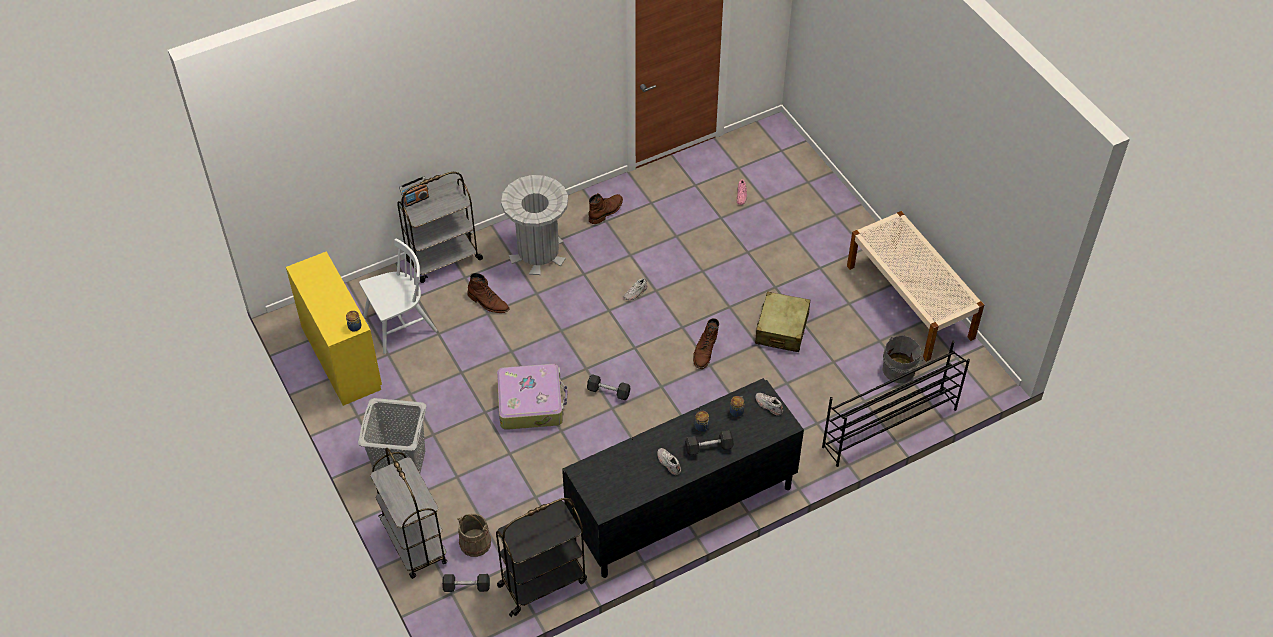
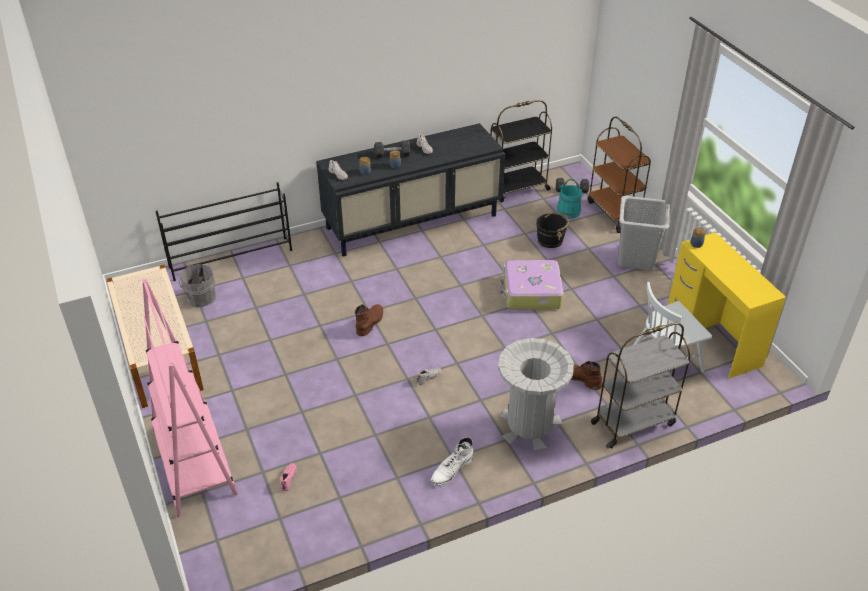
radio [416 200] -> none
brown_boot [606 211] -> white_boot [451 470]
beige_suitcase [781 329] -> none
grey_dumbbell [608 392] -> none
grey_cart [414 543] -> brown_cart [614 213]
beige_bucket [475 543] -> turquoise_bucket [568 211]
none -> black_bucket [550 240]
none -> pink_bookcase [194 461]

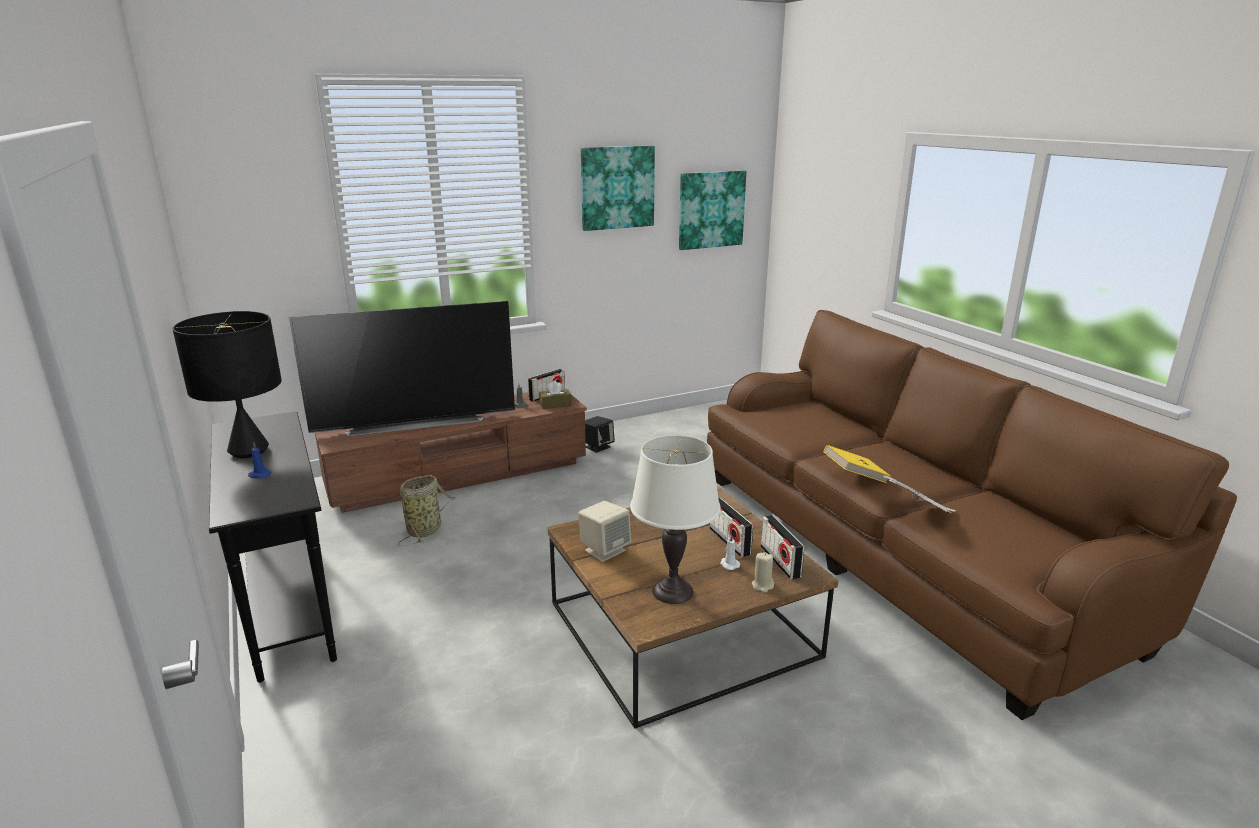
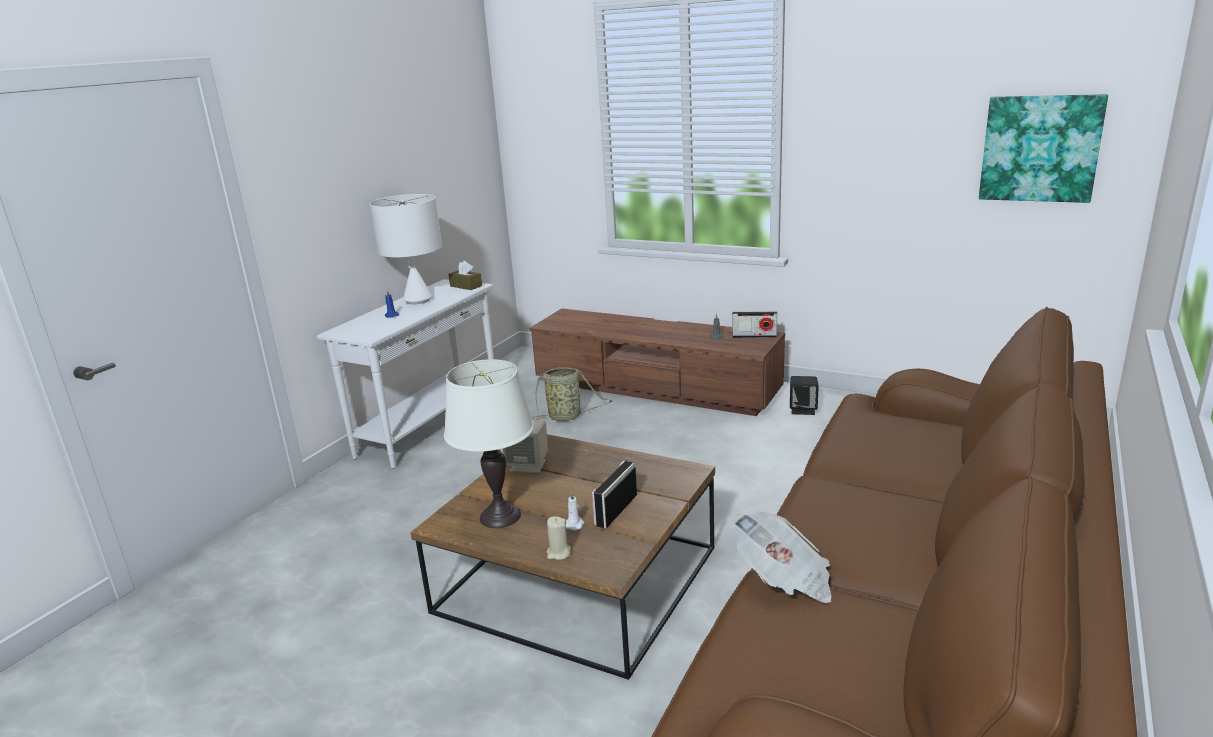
picture [617 187] -> none
television [415 422] -> none
black_table_lamp [249 452] -> white_table_lamp [418 301]
brown_tissue_box [555 404] -> brown_tissue_box [466 286], moved
black_console_table [287 605] -> white_console_table [429 425]
yellow_book [854 476] -> none
radio [780 561] -> none

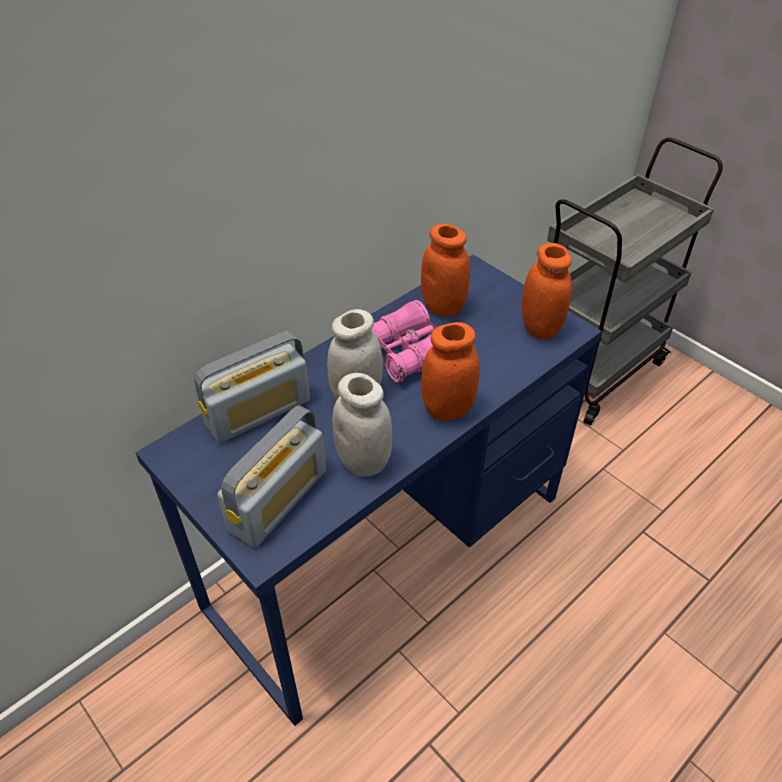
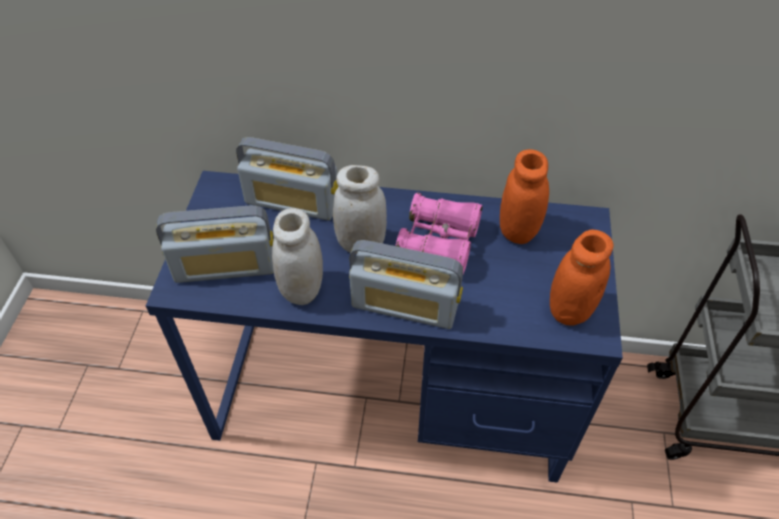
orange_jar [447 409] -> radio [405 306]

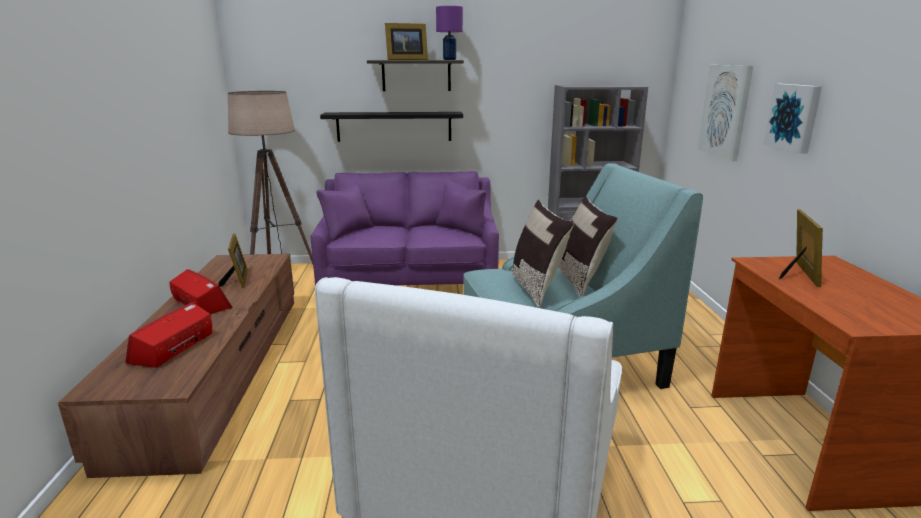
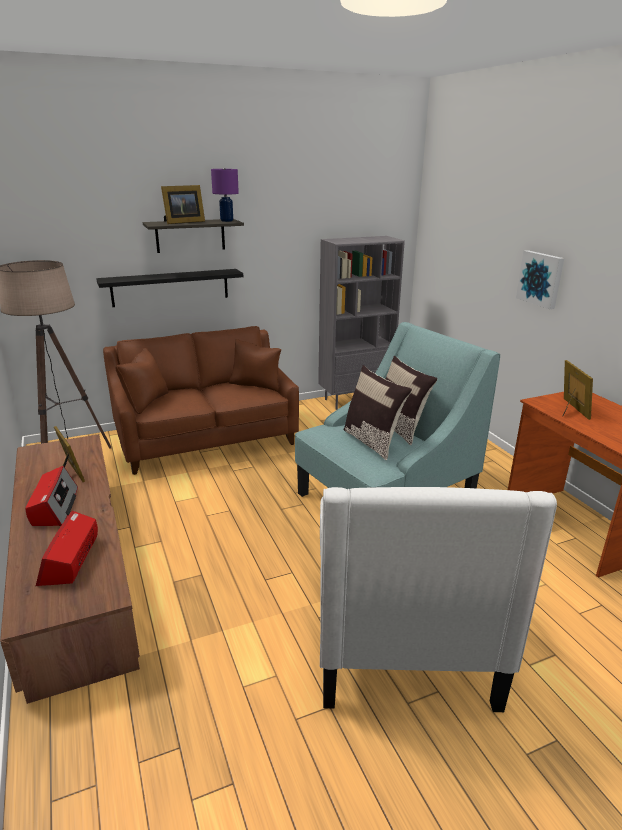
picture [725 111] -> none
purple_sofa [409 280] -> brown_sofa [206 438]
radio [201 304] -> radio [54 507], 60 degrees clockwise

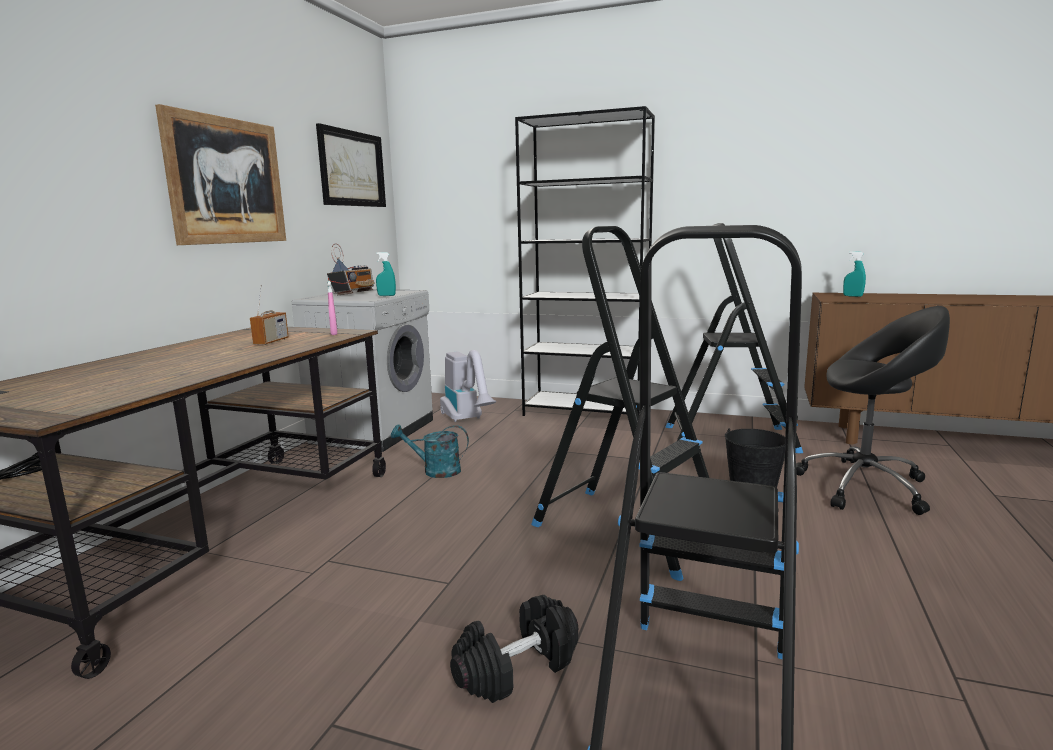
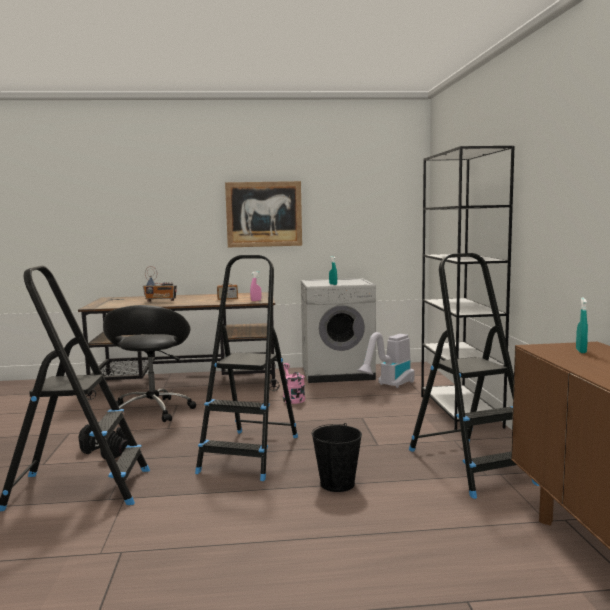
picture [352 169] -> none
radio [353 293] -> radio [161 301], moved
black_office_chair [866 486] -> black_office_chair [151 411], moved
turquoise_watering_can [435 471] -> pink_watering_can [292 398]

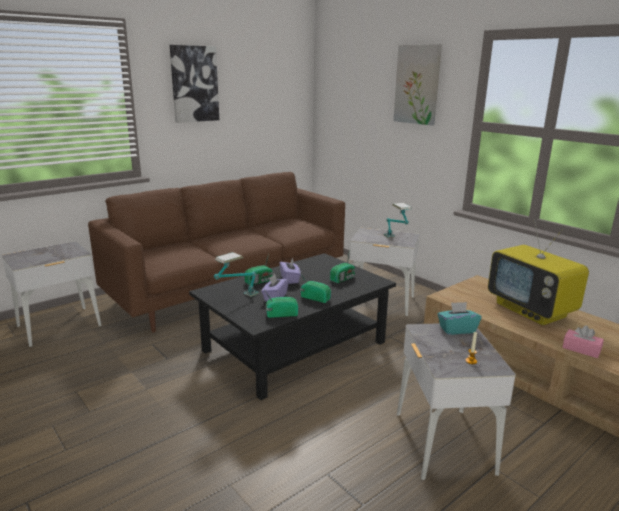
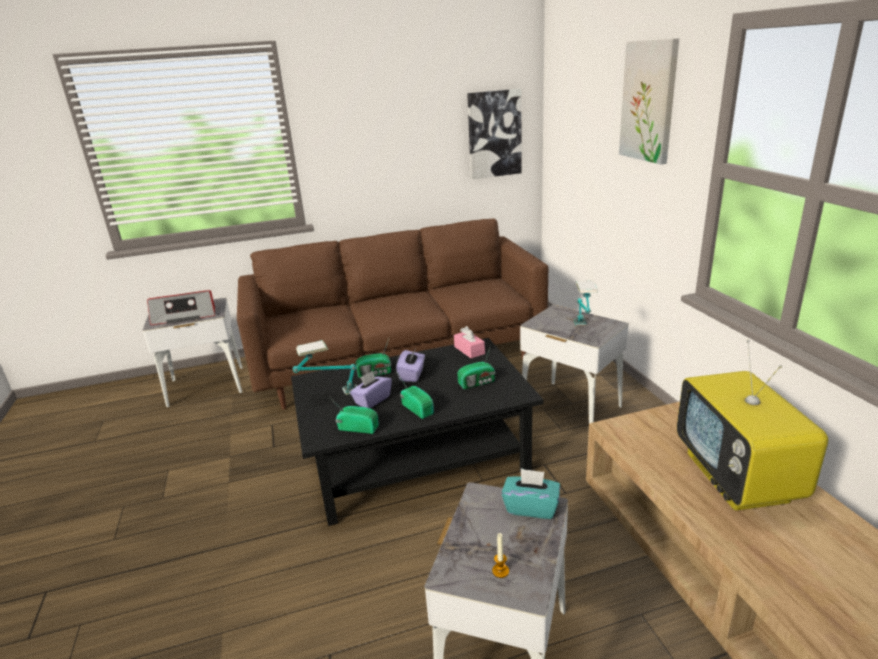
picture [194 84] -> picture [494 134], moved
pink_tissue_box [581 349] -> pink_tissue_box [469 350], moved
none -> radio [185 315]

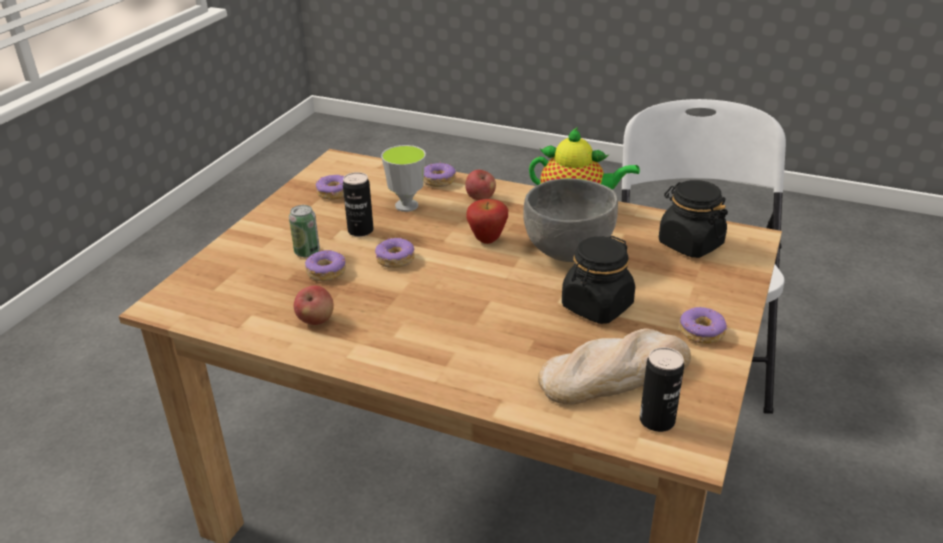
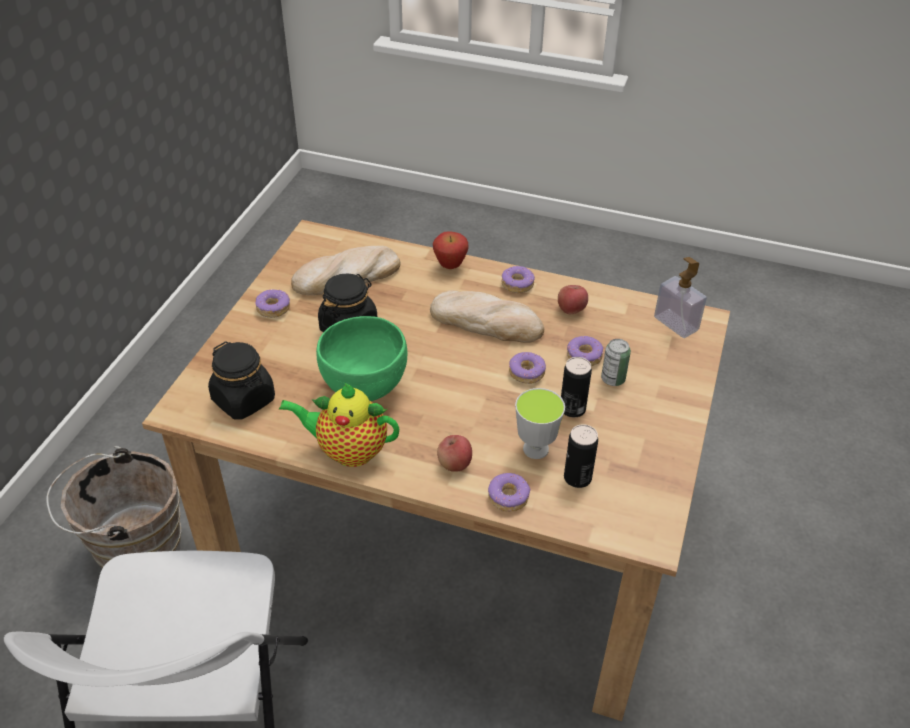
donut [334 193] -> donut [517 284], moved
grey_bowl [568 251] -> green_bowl [364 387]
apple [487 240] -> apple [450 266], moved
can [657 421] -> can [577 478], moved
none -> soap_dispenser [676 323]
none -> bread [486 321]
none -> brown_bucket [133 549]

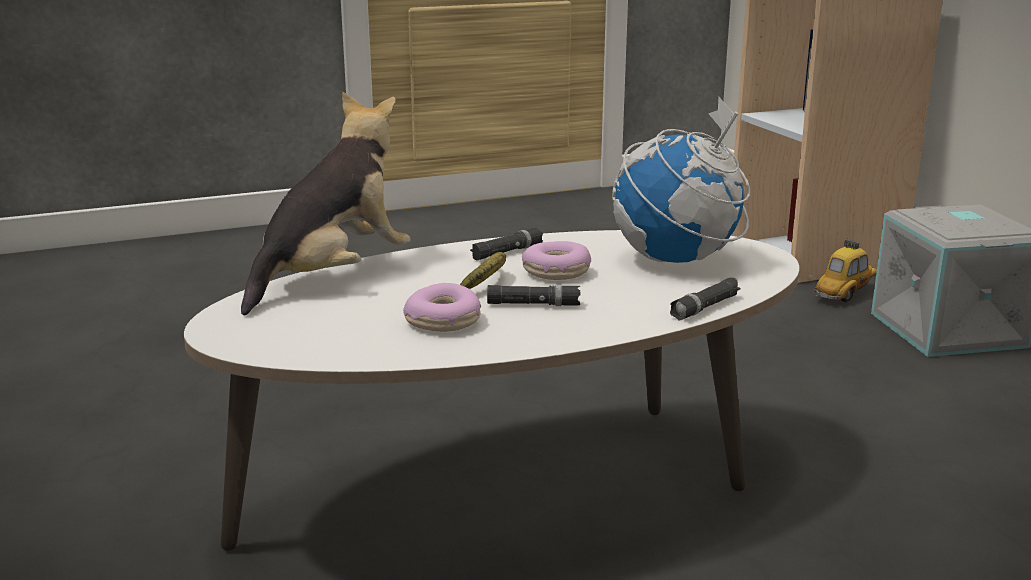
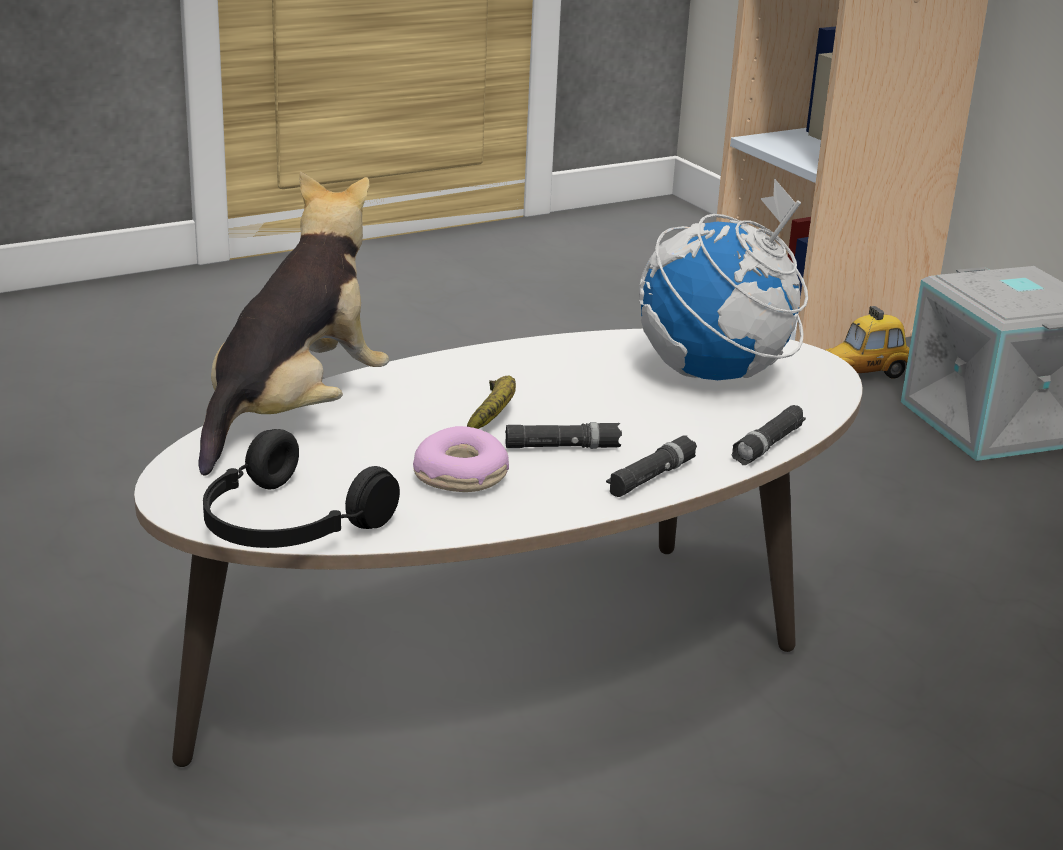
black_flashlight [507 252] -> black_flashlight [651 477], moved
toy_car [845 294] -> toy_car [866 374], 150 degrees counterclockwise
donut [556 272] -> none
none -> black_headphones [286 525]

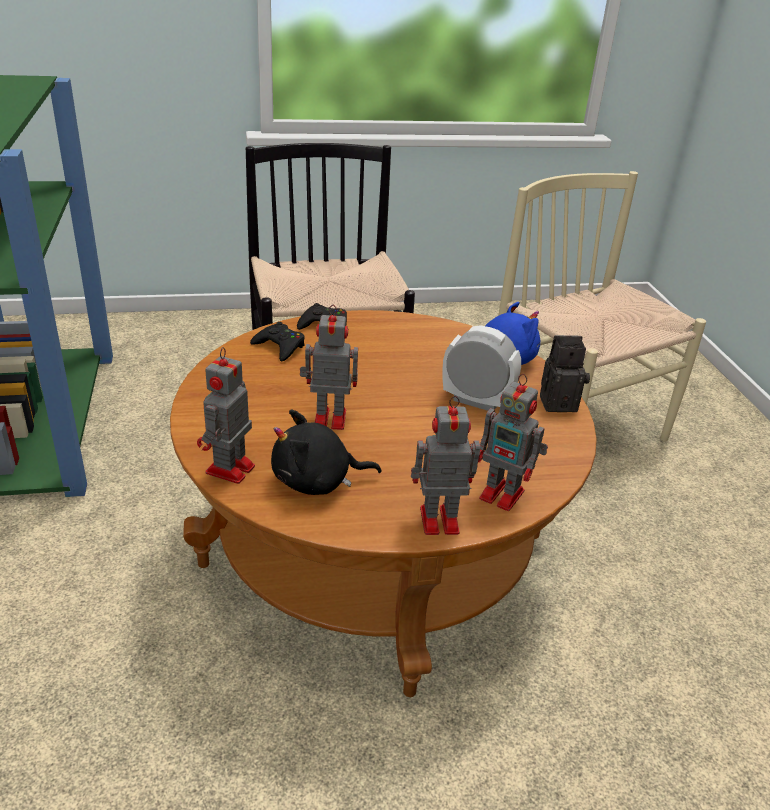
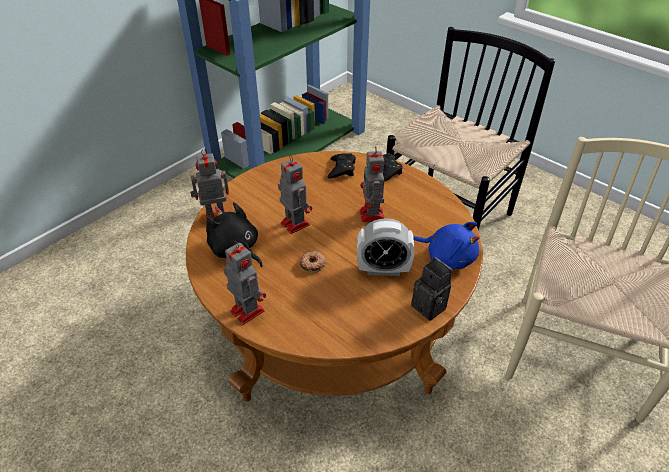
alarm_clock [476 401] -> alarm_clock [383 269], 105 degrees clockwise
toy_robot [504 495] -> toy_robot [372 216], moved
none -> donut [313 264]

